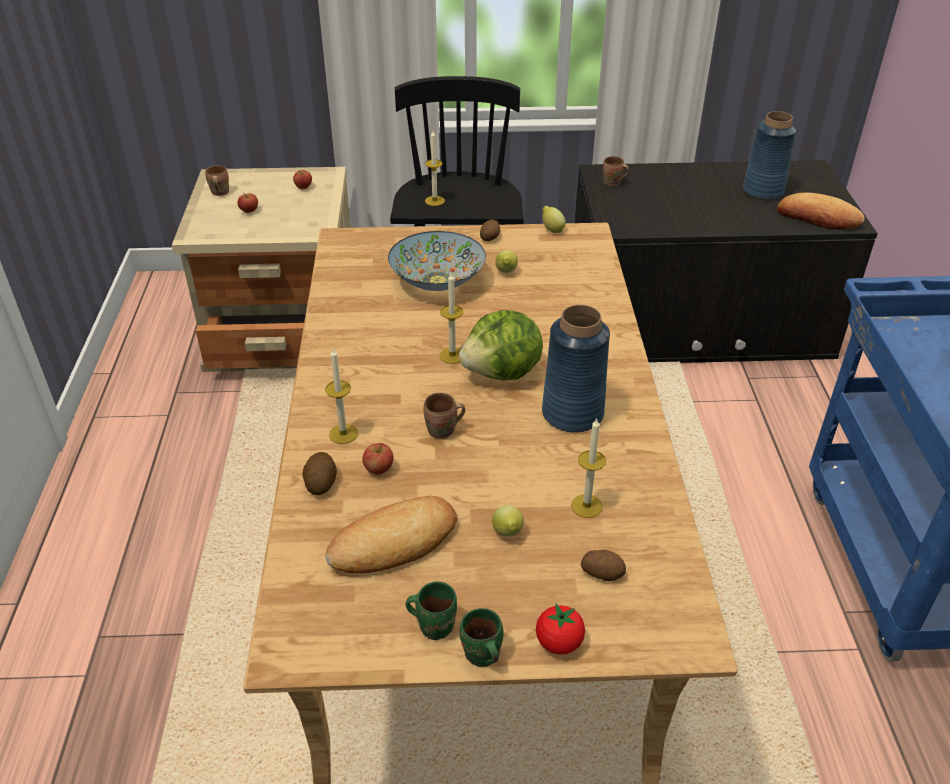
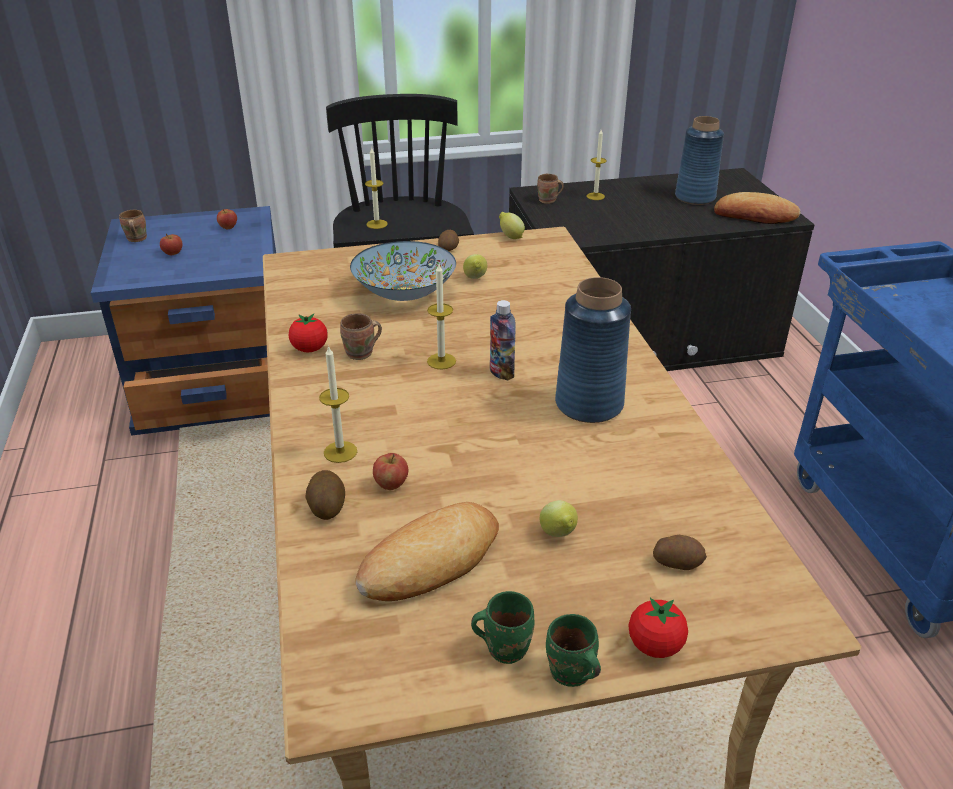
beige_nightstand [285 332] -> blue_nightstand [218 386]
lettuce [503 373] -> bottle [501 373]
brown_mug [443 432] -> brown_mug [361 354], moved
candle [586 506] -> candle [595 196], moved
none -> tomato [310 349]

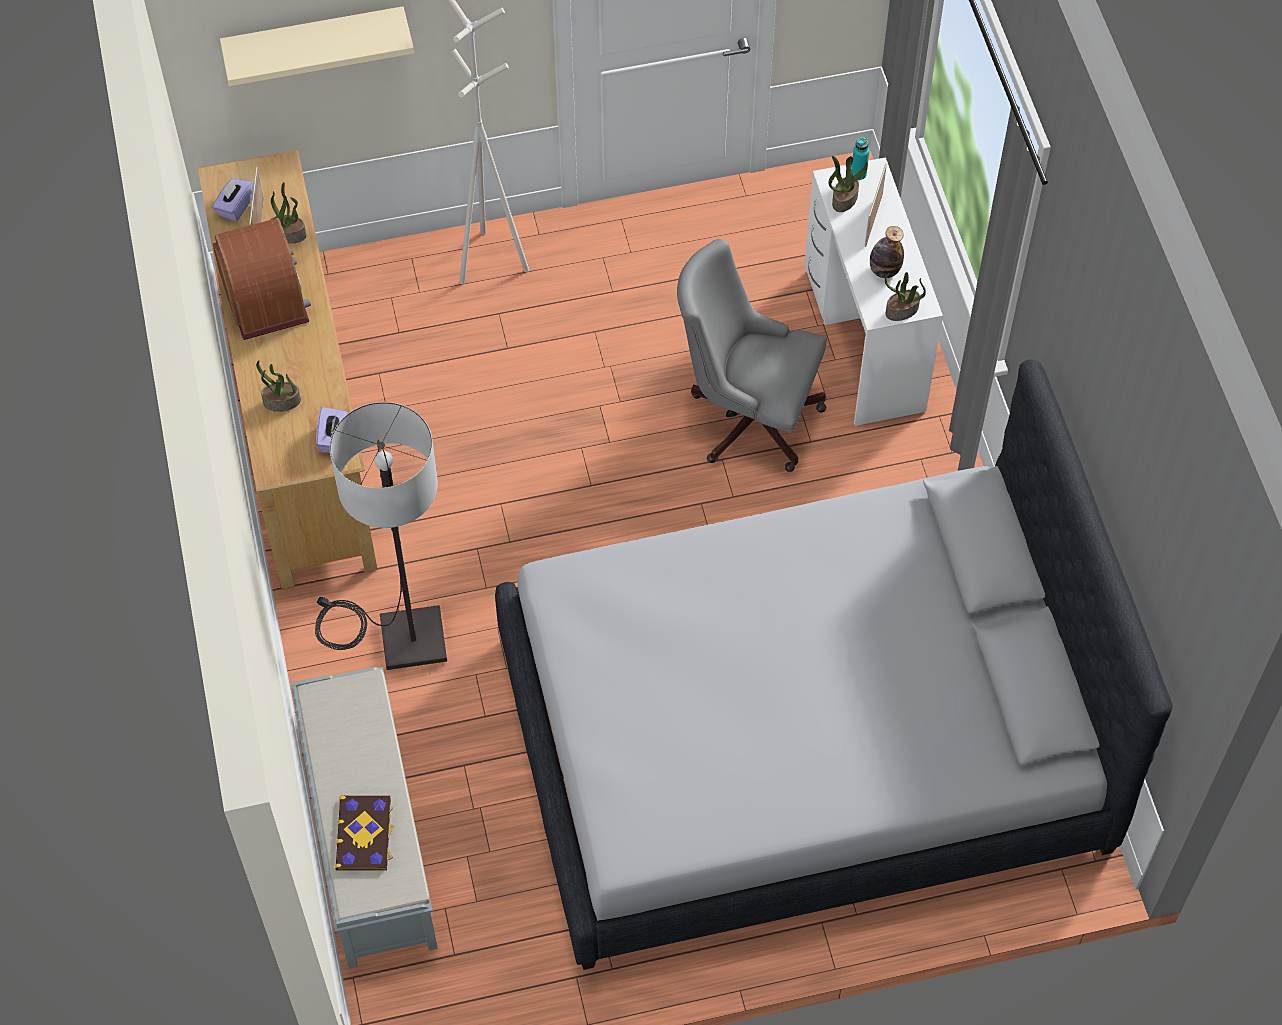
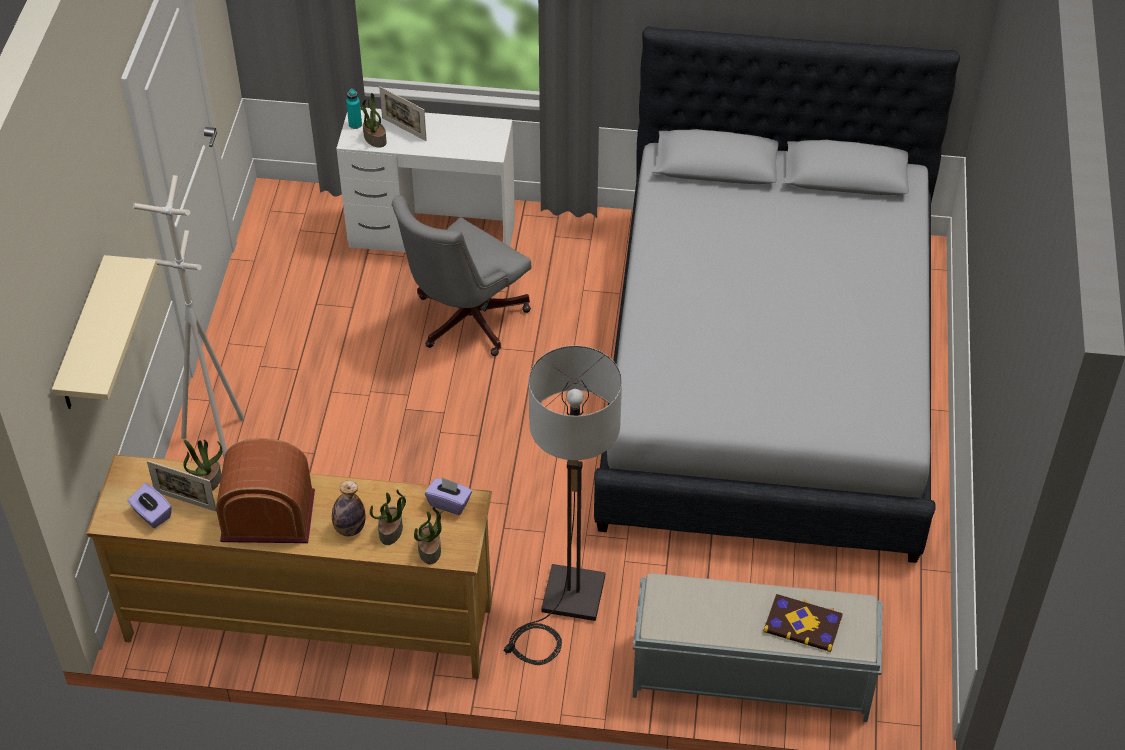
bottle [884 270] -> bottle [349 528], moved
potted_plant [901 311] -> potted_plant [430 550], moved

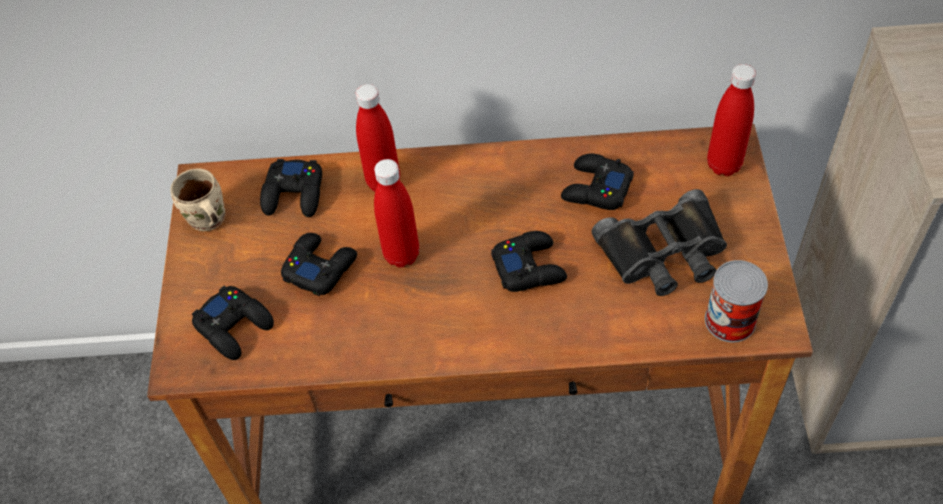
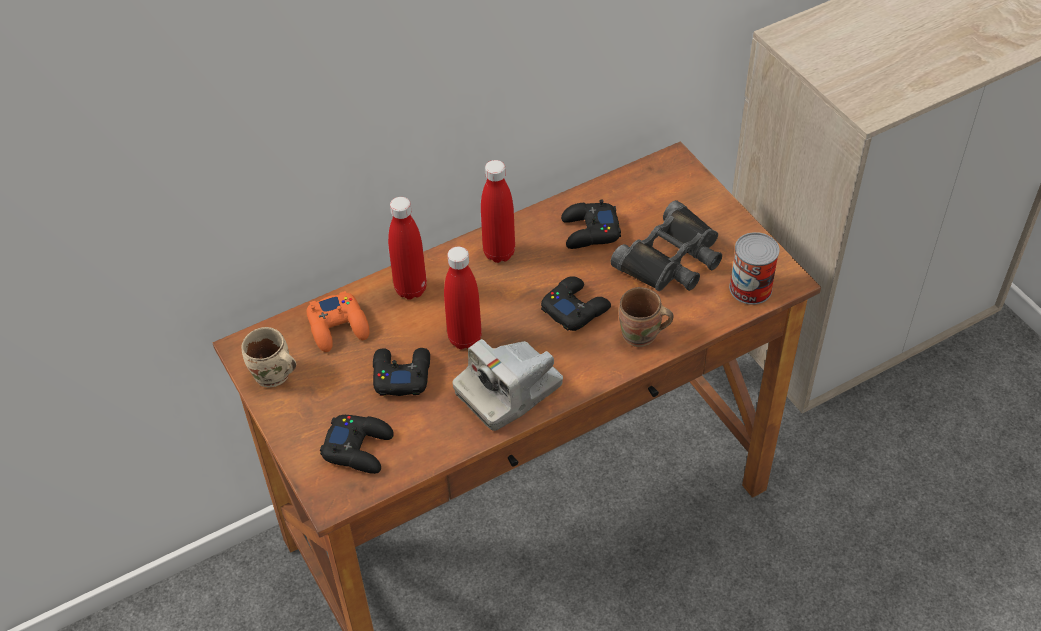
red_bottle [724 165] -> red_bottle [499 253], moved
black_game_controller [294 194] -> orange_game_controller [338 327]
none -> brown_mug [641 336]
none -> photo_camera [508 390]

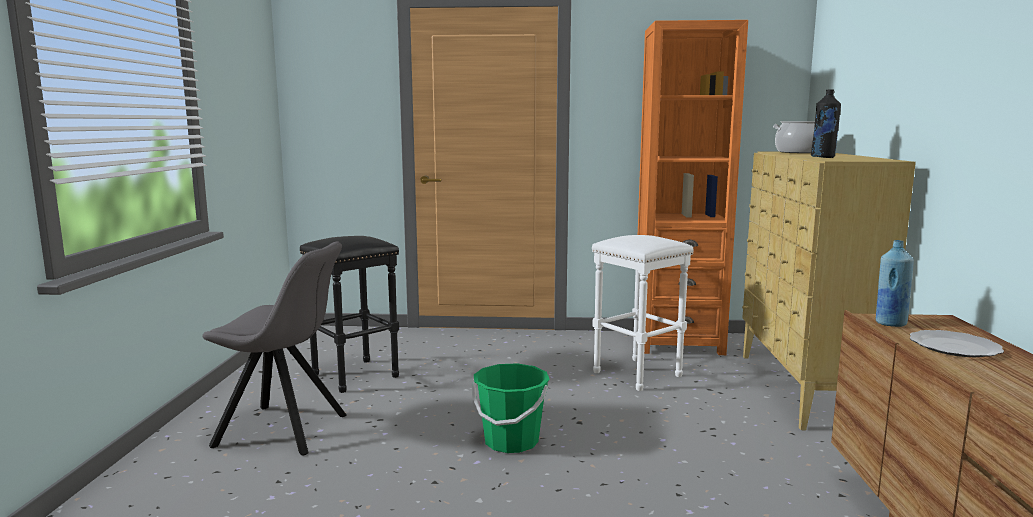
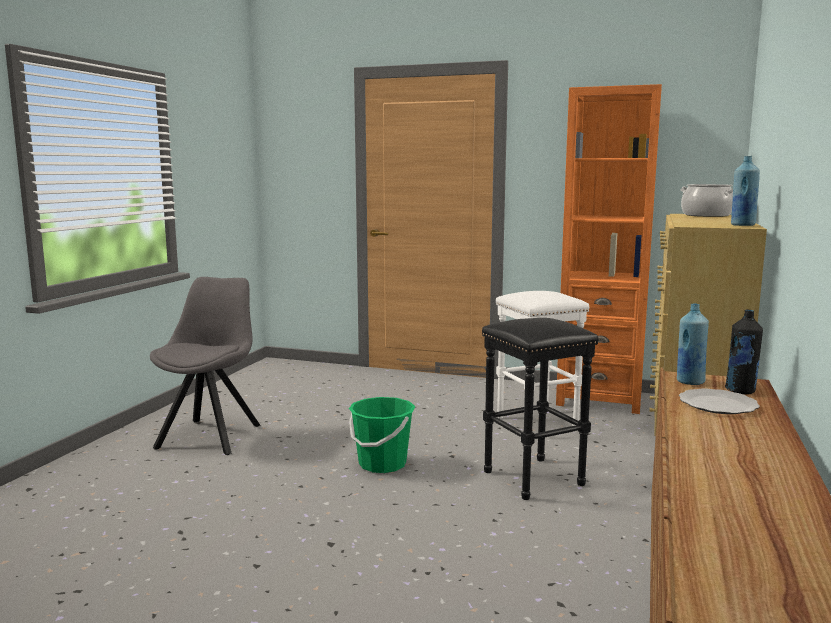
black_bottle [823 157] -> black_bottle [740 391], moved
black_stool [357 375] -> black_stool [536 478], moved
grey_chair [283 430] -> grey_chair [210 436], 105 degrees counterclockwise
none -> blue_bottle [742 225]

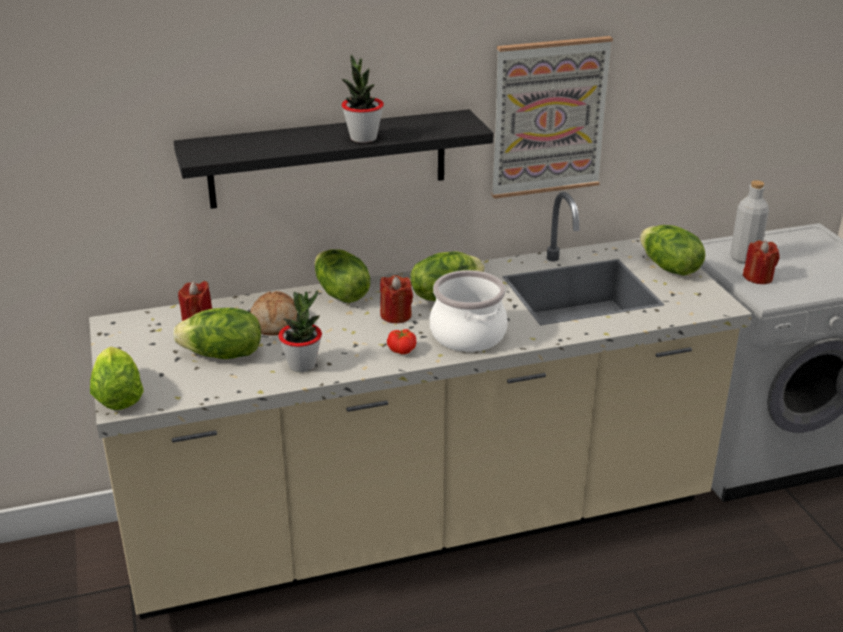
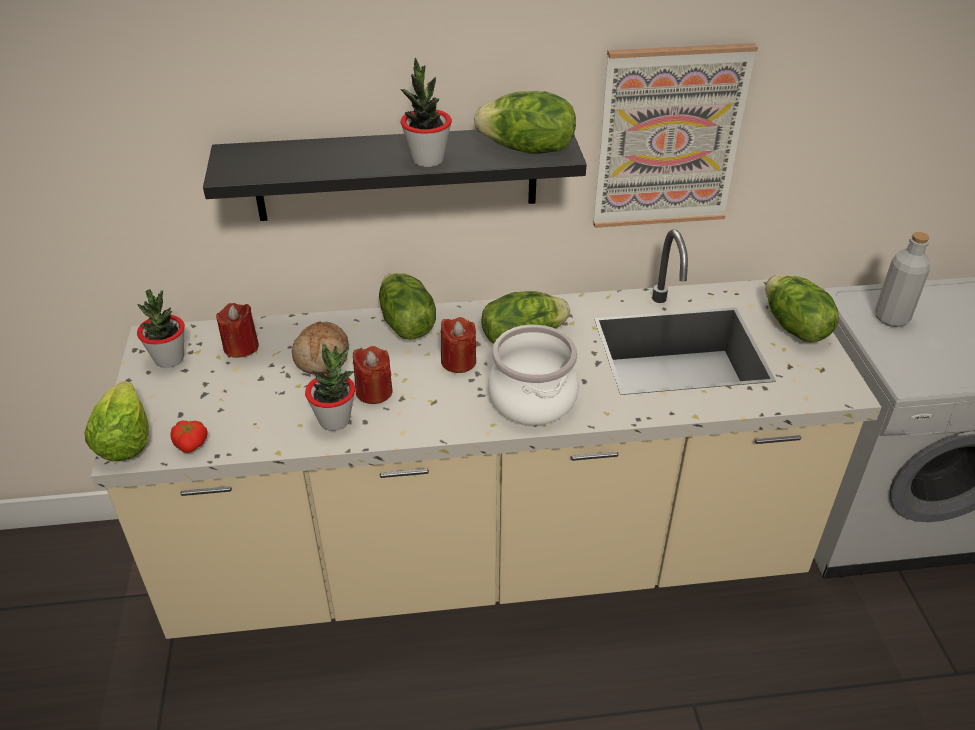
red_candle [758 277] -> red_candle [374 392], moved
lettuce [222 355] -> lettuce [527 150], moved
tomato [402 349] -> tomato [192 443], moved
none -> potted_plant [169 359]

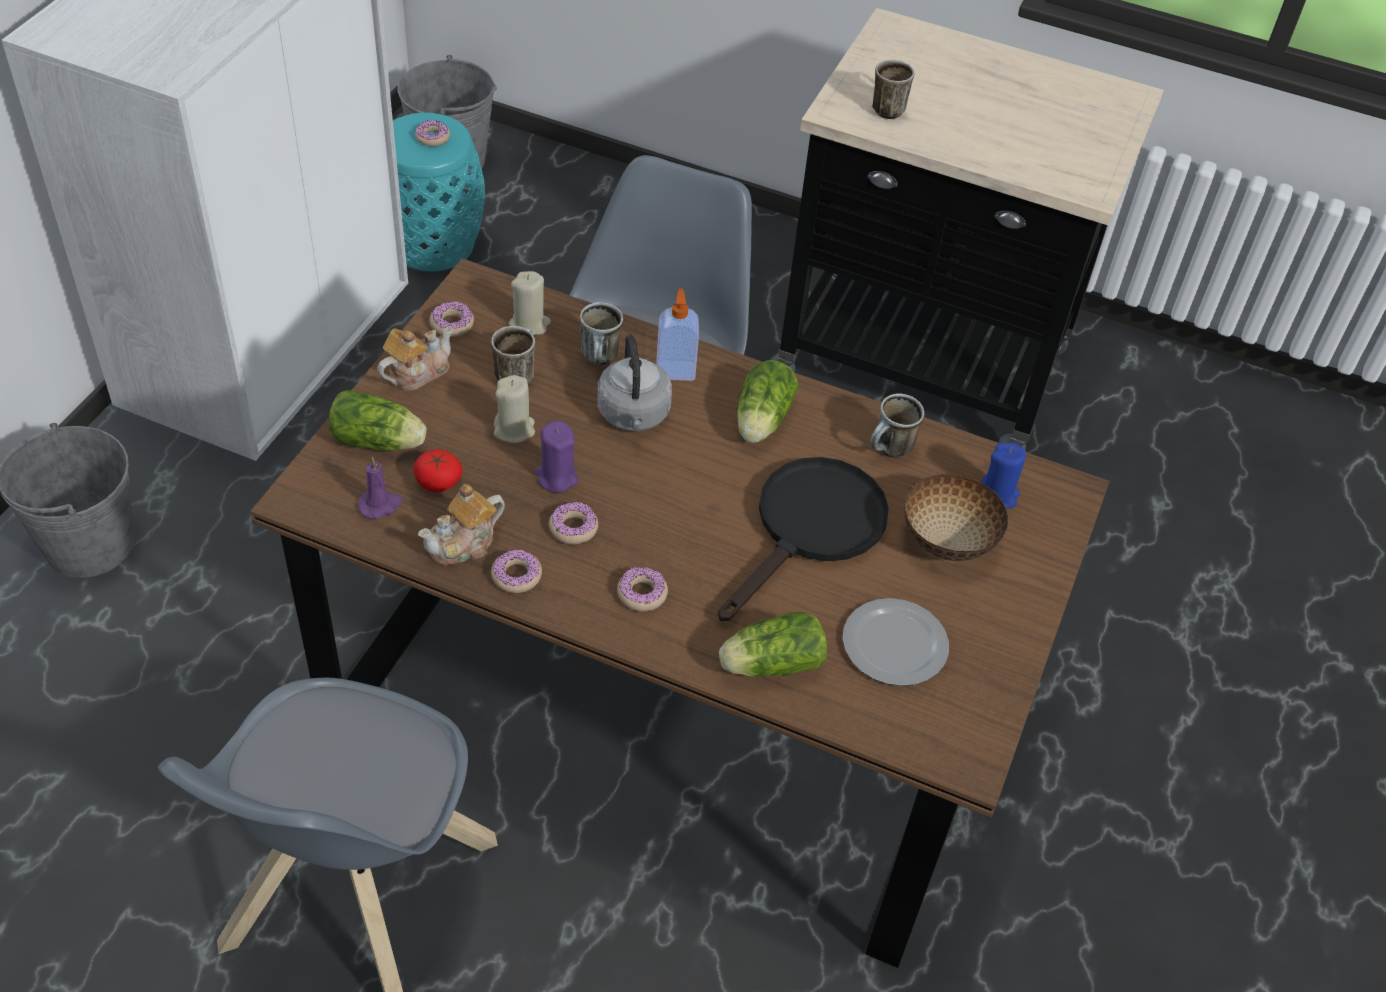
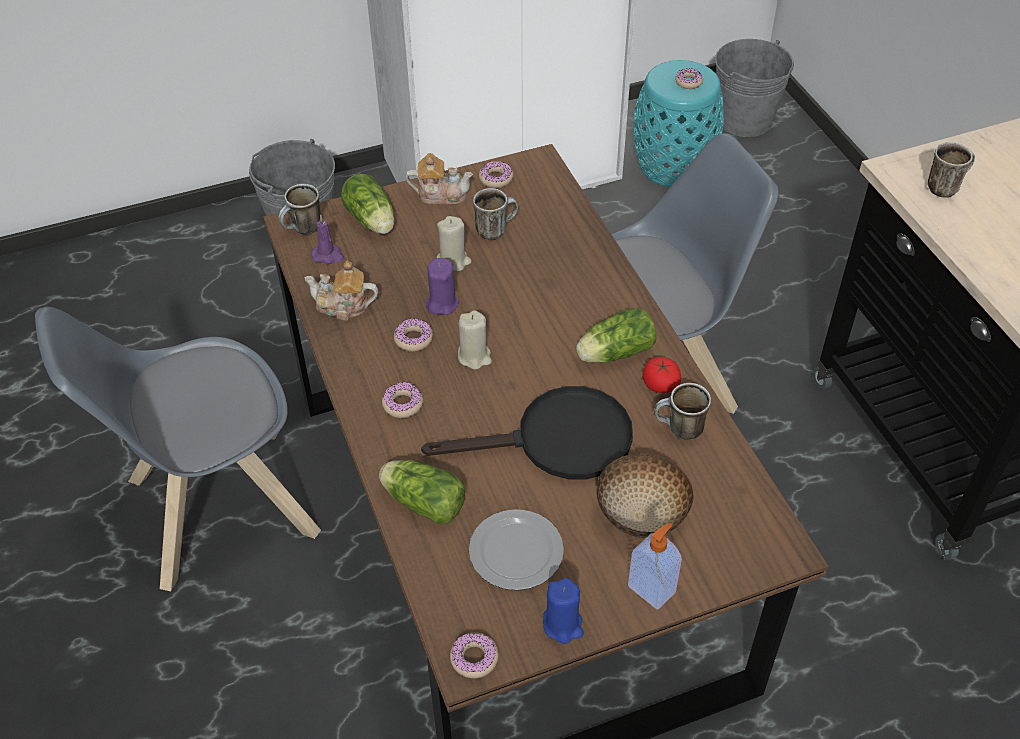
beige_candle [529 324] -> beige_candle [474 356], moved
soap_dispenser [675 370] -> soap_dispenser [652 588], moved
mug [601 360] -> mug [303 230], moved
grey_kettle [634 416] -> none
blue_candle [997 495] -> blue_candle [563 625], moved
tomato [438 482] -> tomato [660 384], moved
donut [516 576] -> donut [474 658], moved

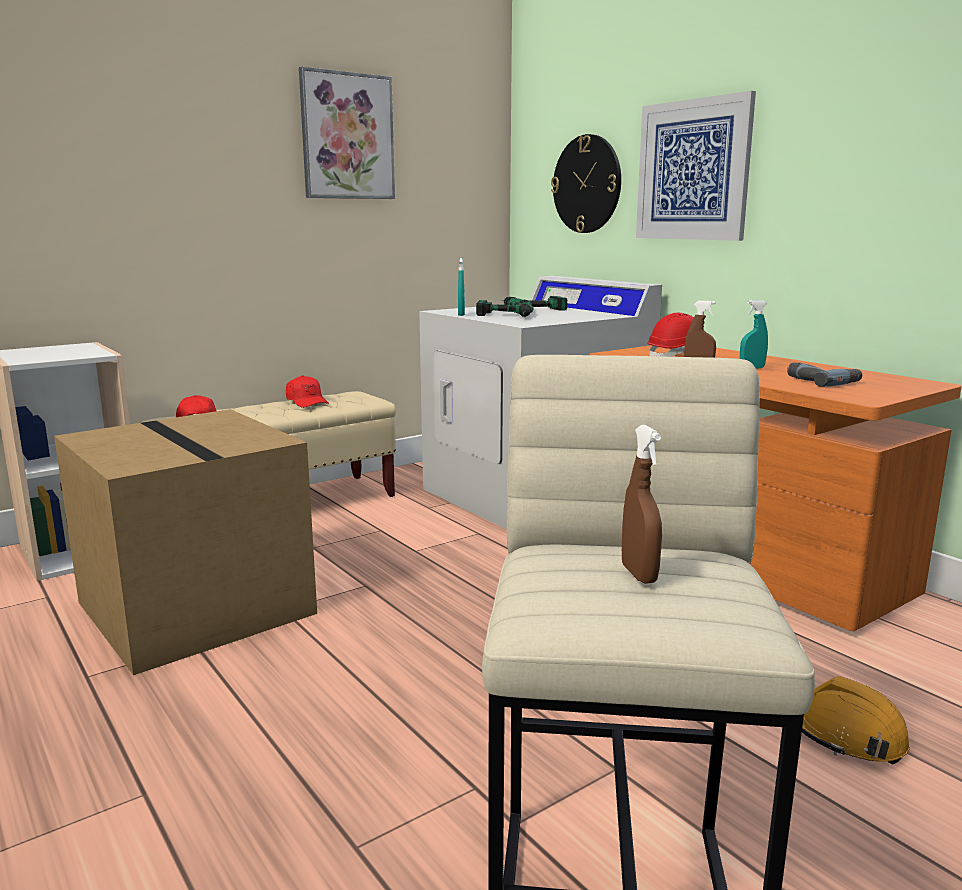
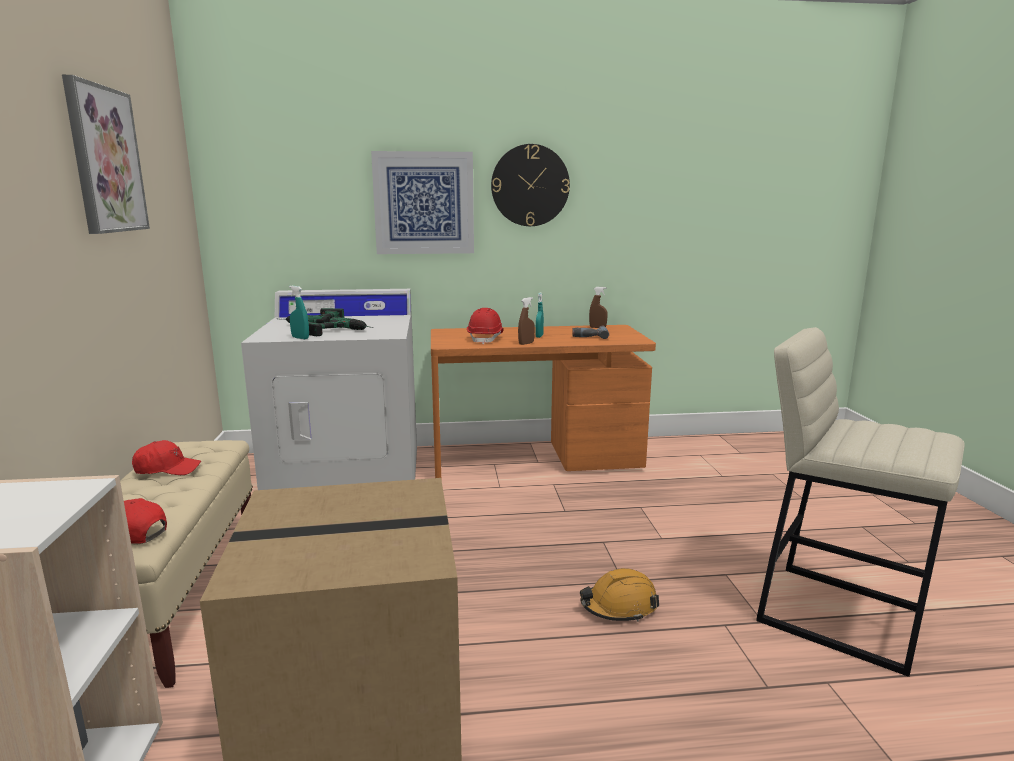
wall_clock [587 184] -> wall_clock [530 185], moved
brown_spray_bottle [639 574] -> brown_spray_bottle [597 327], moved
orange_hard_hat [844 735] -> orange_hard_hat [619 606], moved

